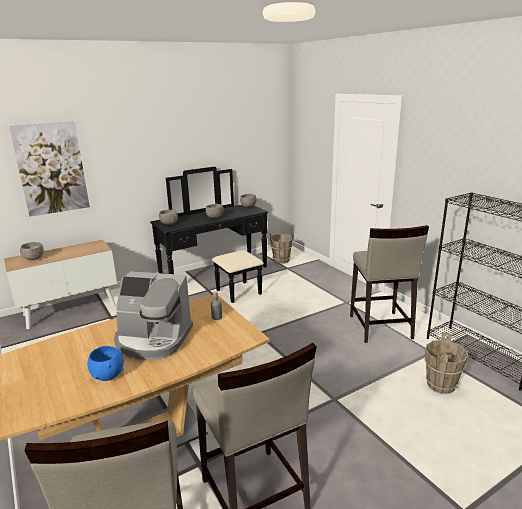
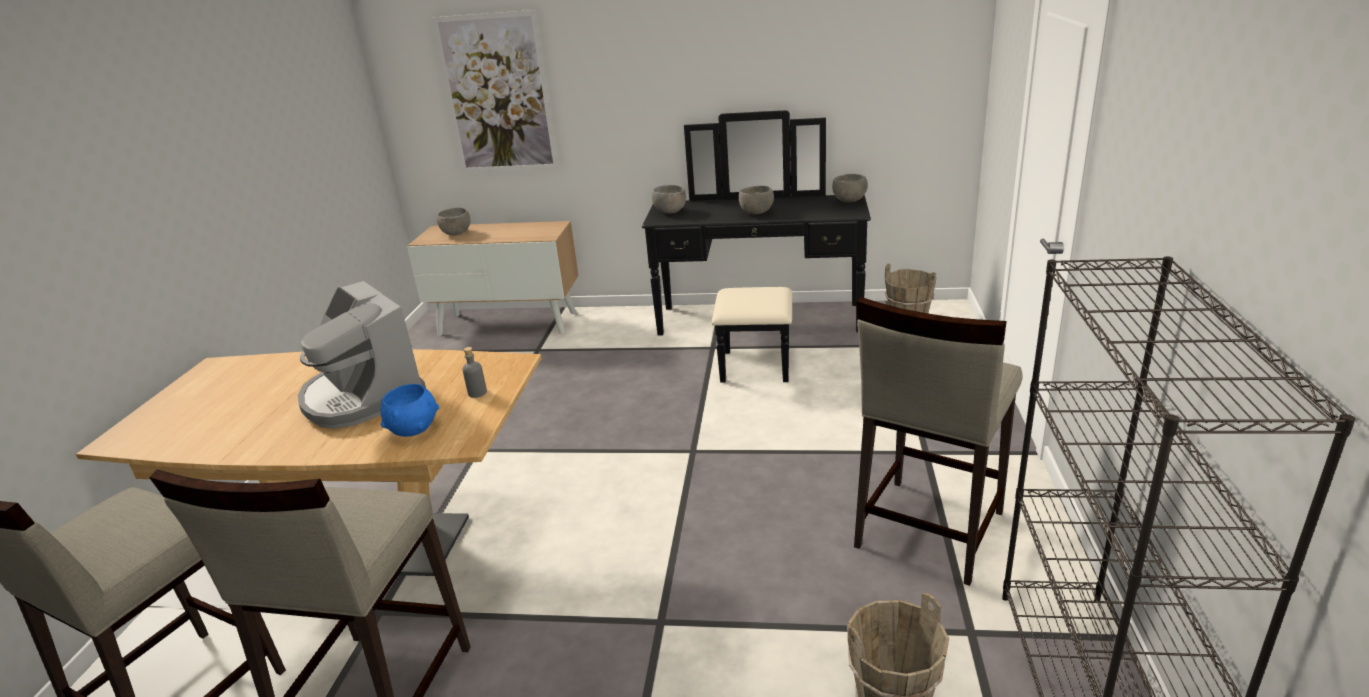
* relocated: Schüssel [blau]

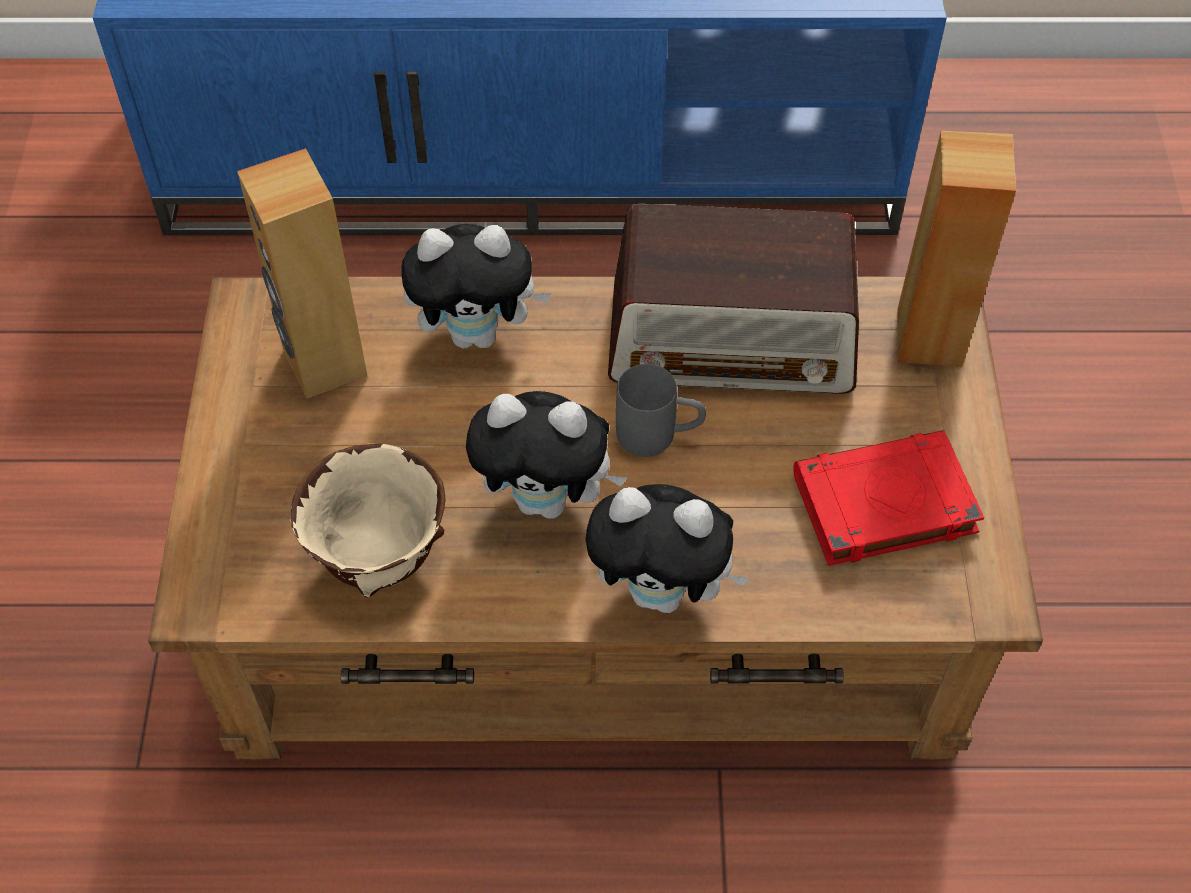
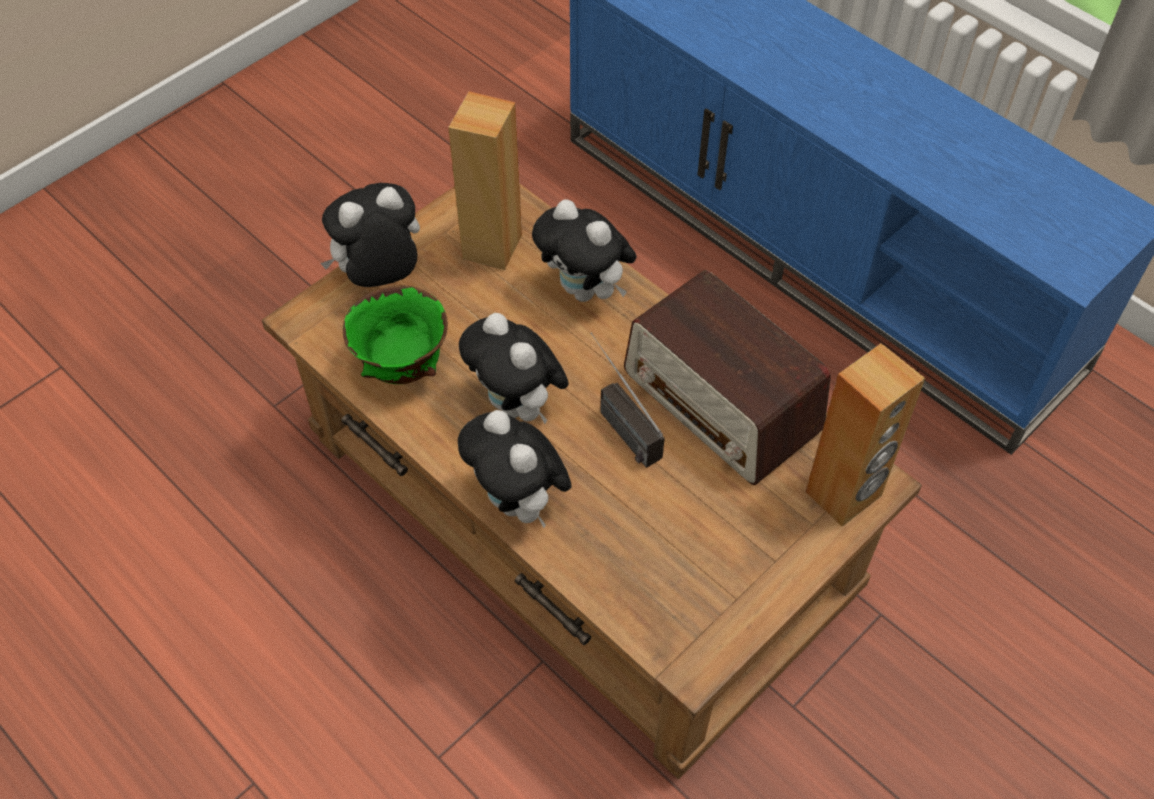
* missing: Buch [rot]
* appeared: Plüschtier (no. 1 from left)
* exchanged: Henkelbecher [grau] to Radio (no. 1 from left)
* colour: Schüssel [beige] to Schüssel [grün]

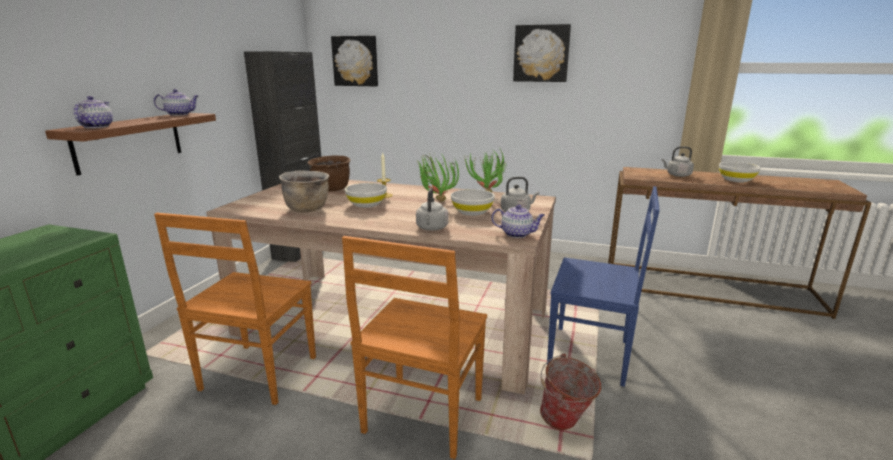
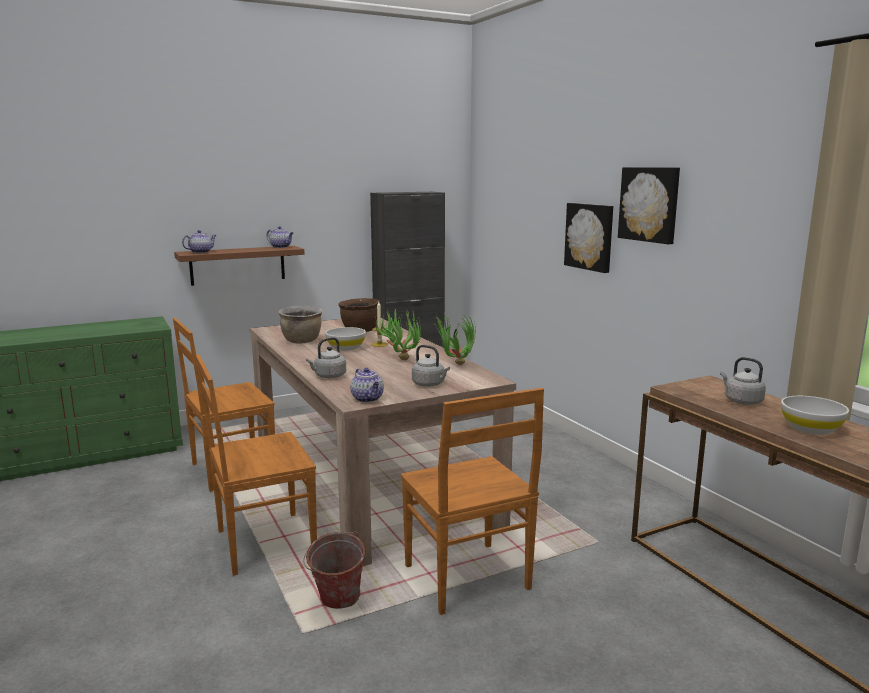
* missing: Schüssel [weiß] (no. 2 from left)
* relocated: Bild (no. 1 from left)
* colour: Stuhl [blau] to Stuhl [braun] (no. 3 from left)

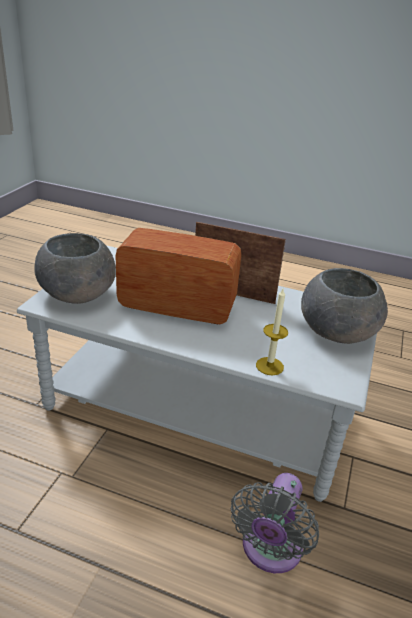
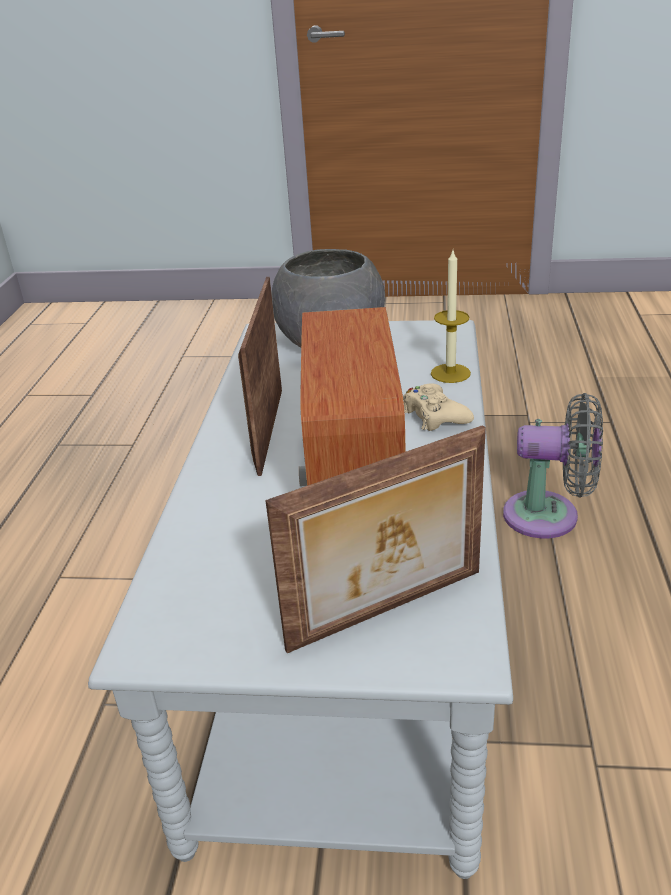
* appeared: Gamepad [beige]
* exchanged: Schüssel [grau] (no. 1 from left) to Bilderrahmen (no. 2 from left)

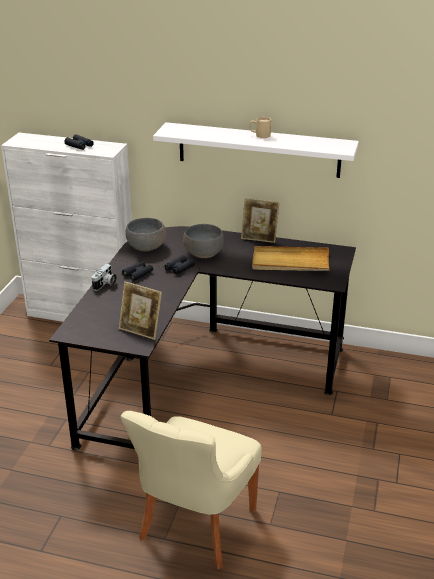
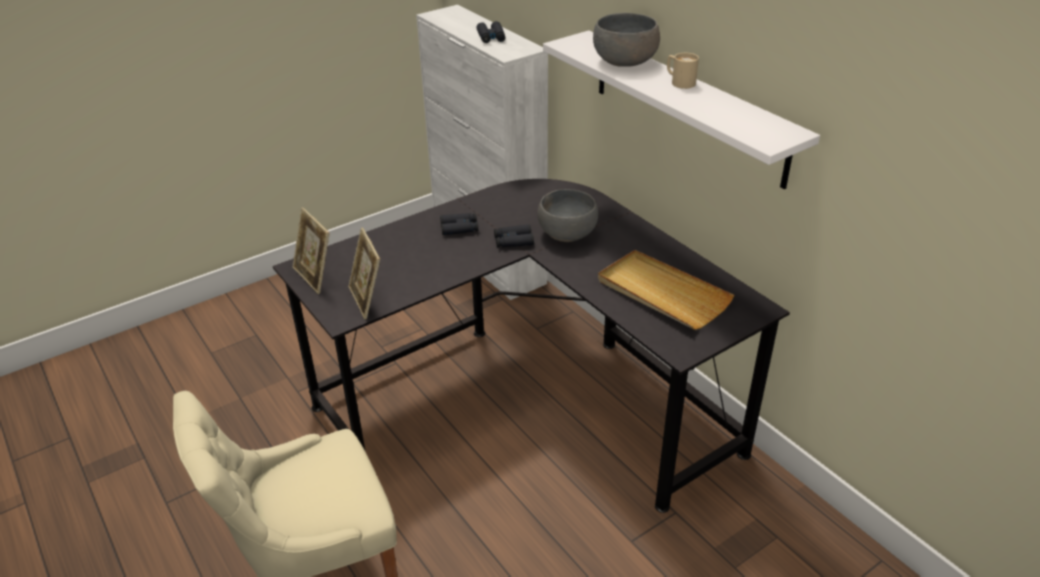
* missing: Kamera
* relocated: Schüssel [grau] (no. 1 from left in the first image) to Schüssel [grau] (no. 2 from left)
* relocated: Bilderrahmen (no. 2 from left in the first image) to Bilderrahmen (no. 1 from left)

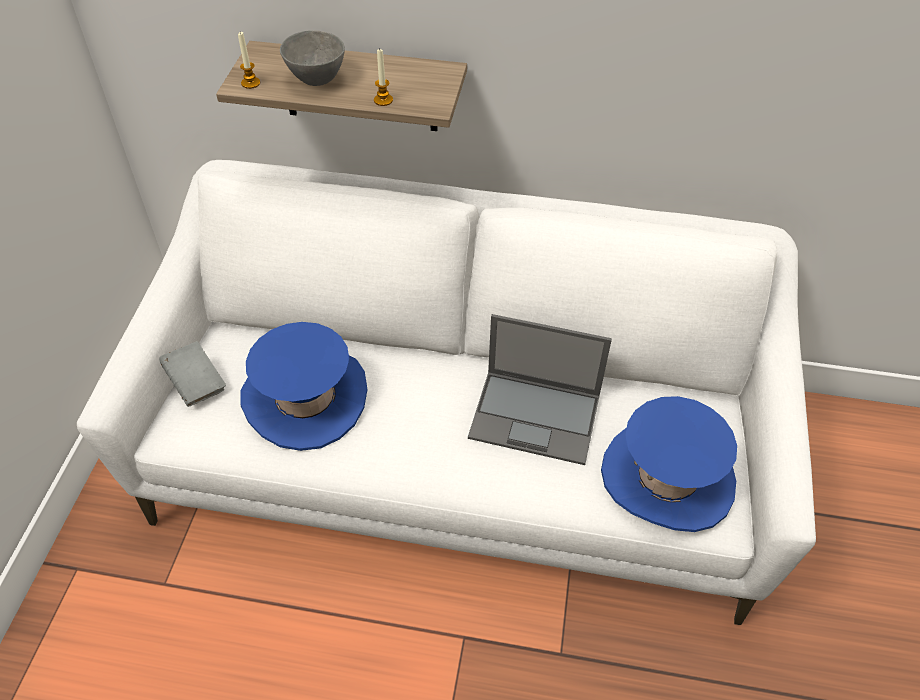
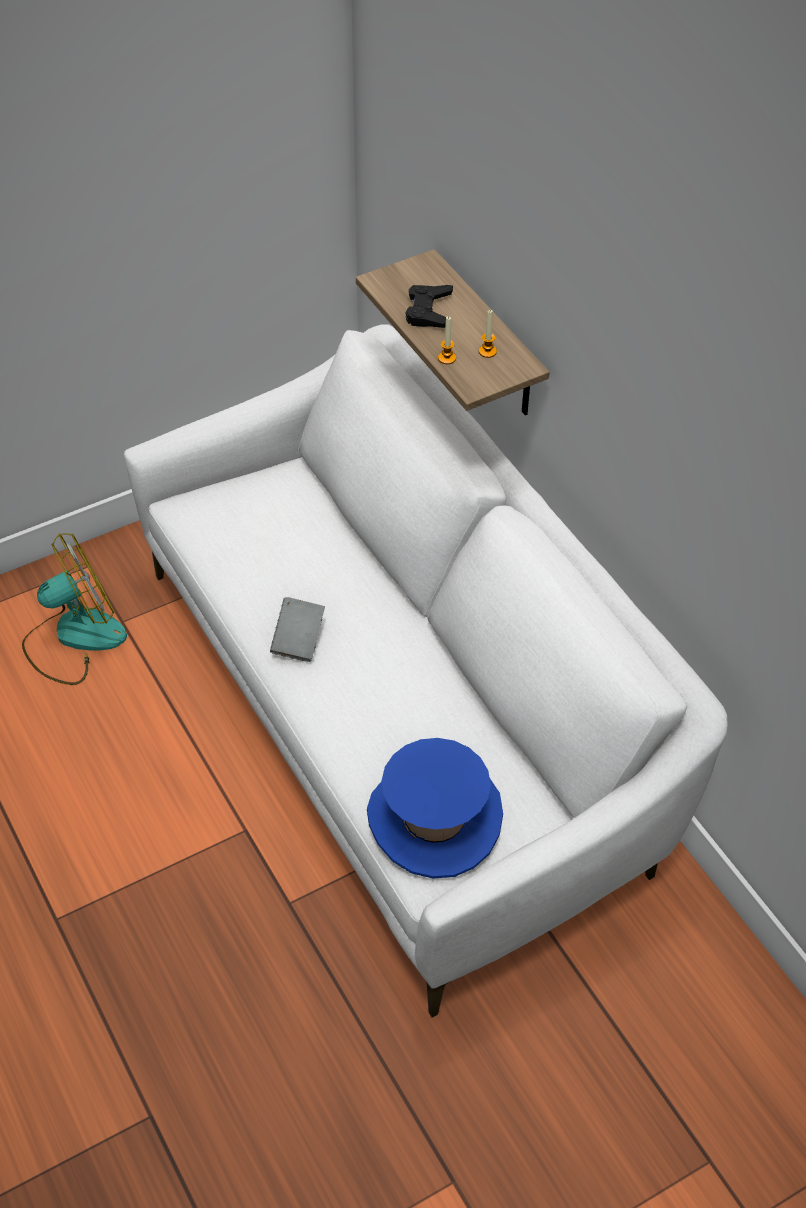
* missing: Hut [blau] (no. 1 from left)
* missing: Laptop
* appeared: Ventilator
* relocated: Buch [grau]
* relocated: Kerze (no. 1 from left in the first image) to Kerze (no. 2 from left)
* exchanged: Schüssel [grau] to Gamepad [schwarz]

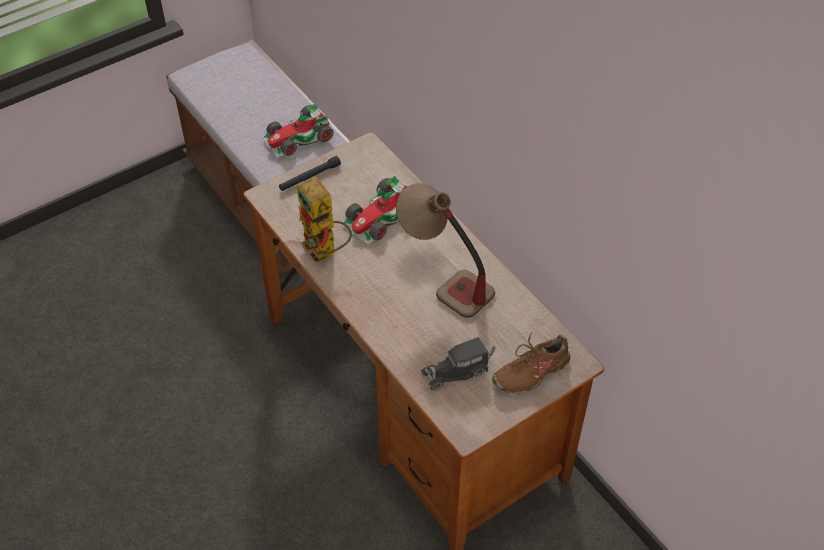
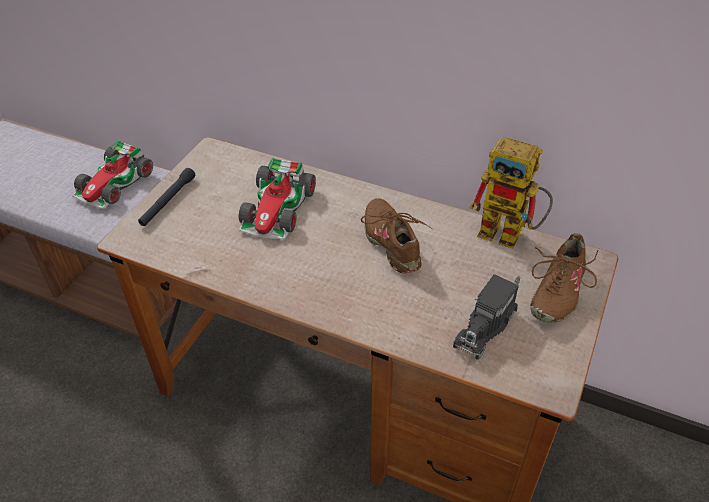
* relocated: Spielzeugroboter
* exchanged: Tischlampe to Schuh [braun] (no. 1 from left)

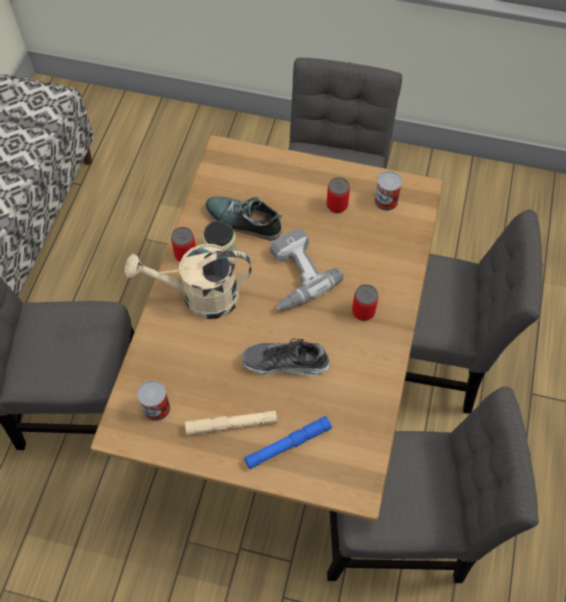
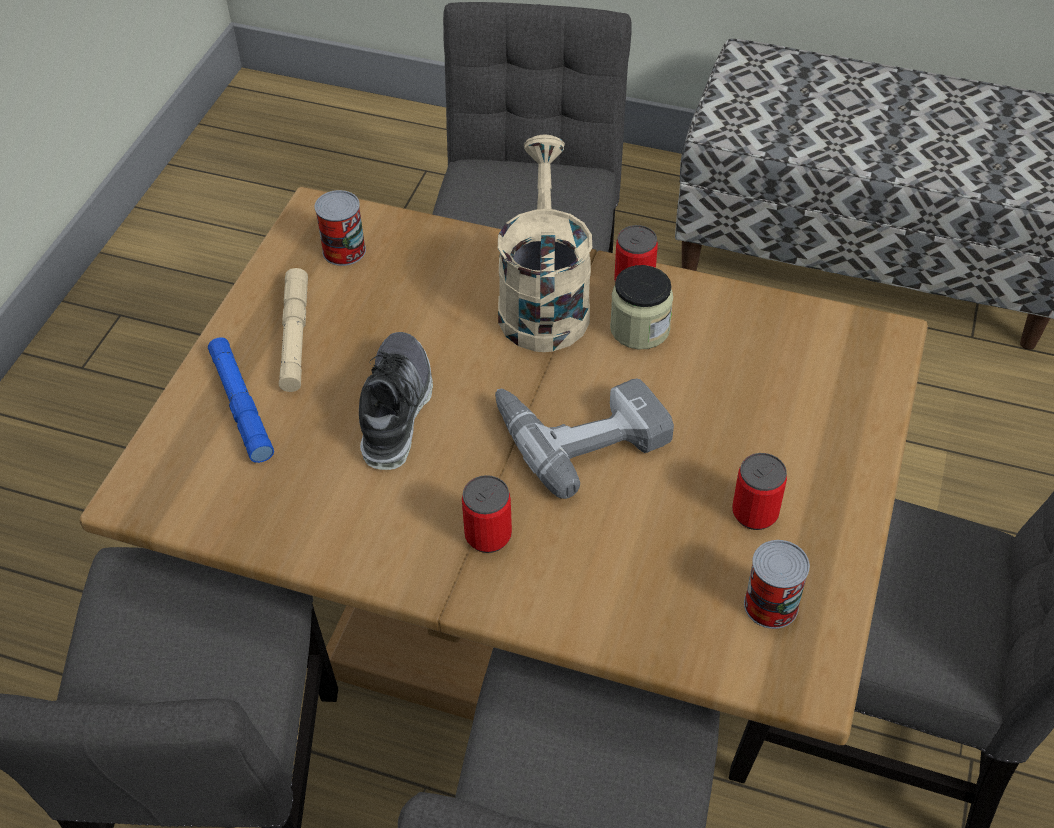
* missing: Schuh (no. 1 from left)

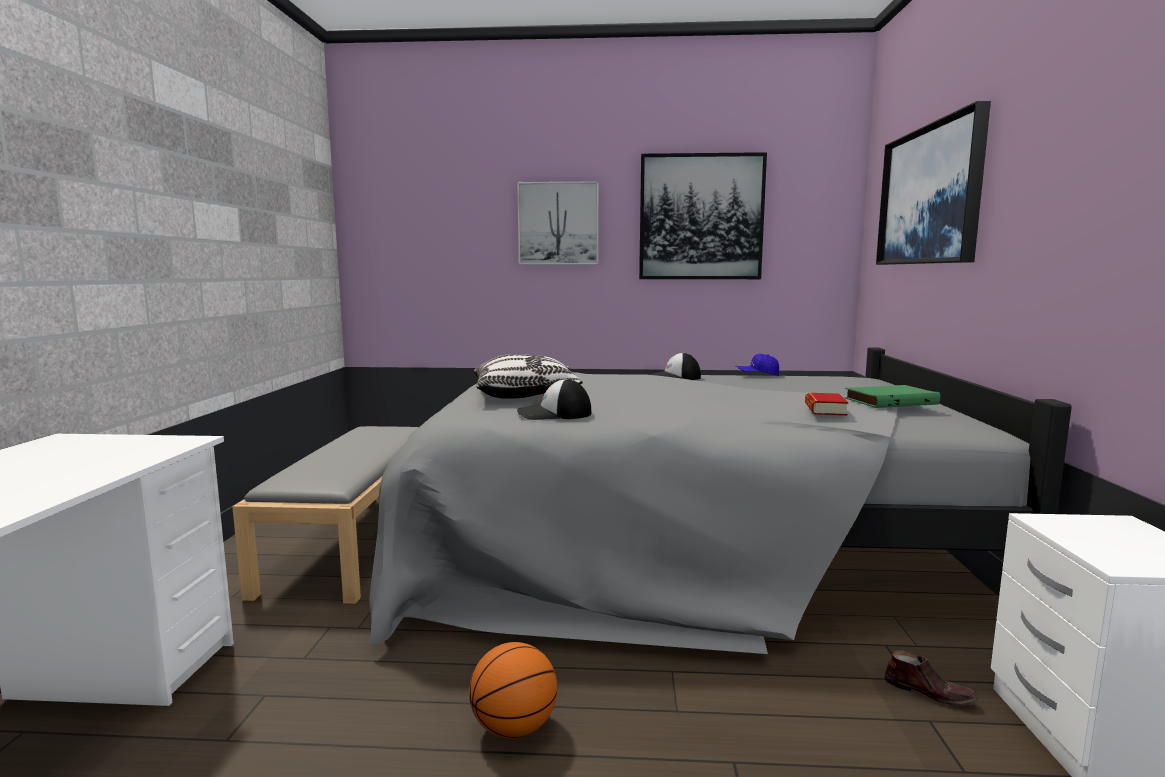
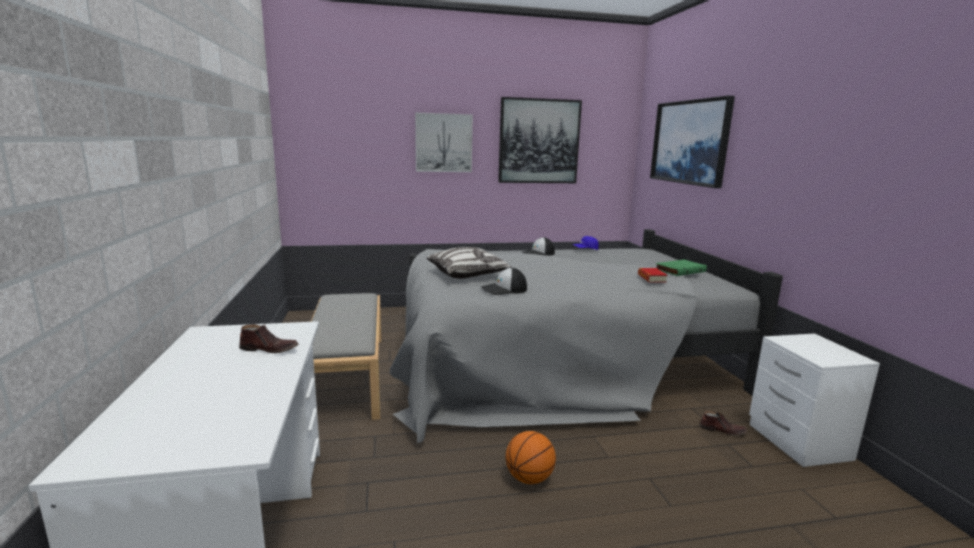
* appeared: Schuh [braun] (no. 1 from left)

